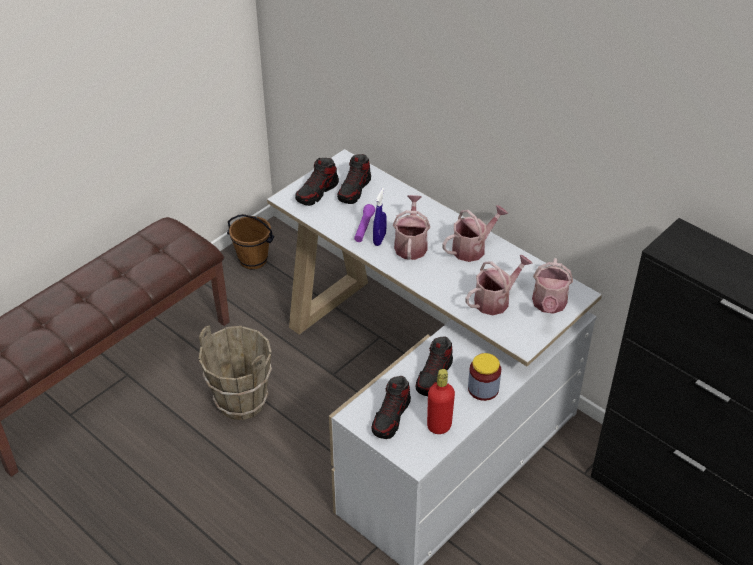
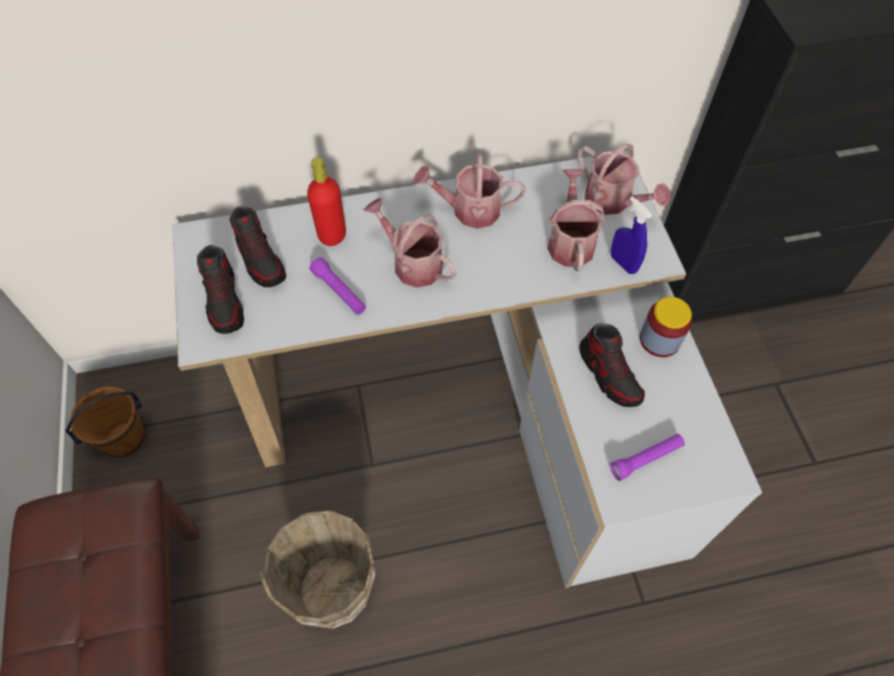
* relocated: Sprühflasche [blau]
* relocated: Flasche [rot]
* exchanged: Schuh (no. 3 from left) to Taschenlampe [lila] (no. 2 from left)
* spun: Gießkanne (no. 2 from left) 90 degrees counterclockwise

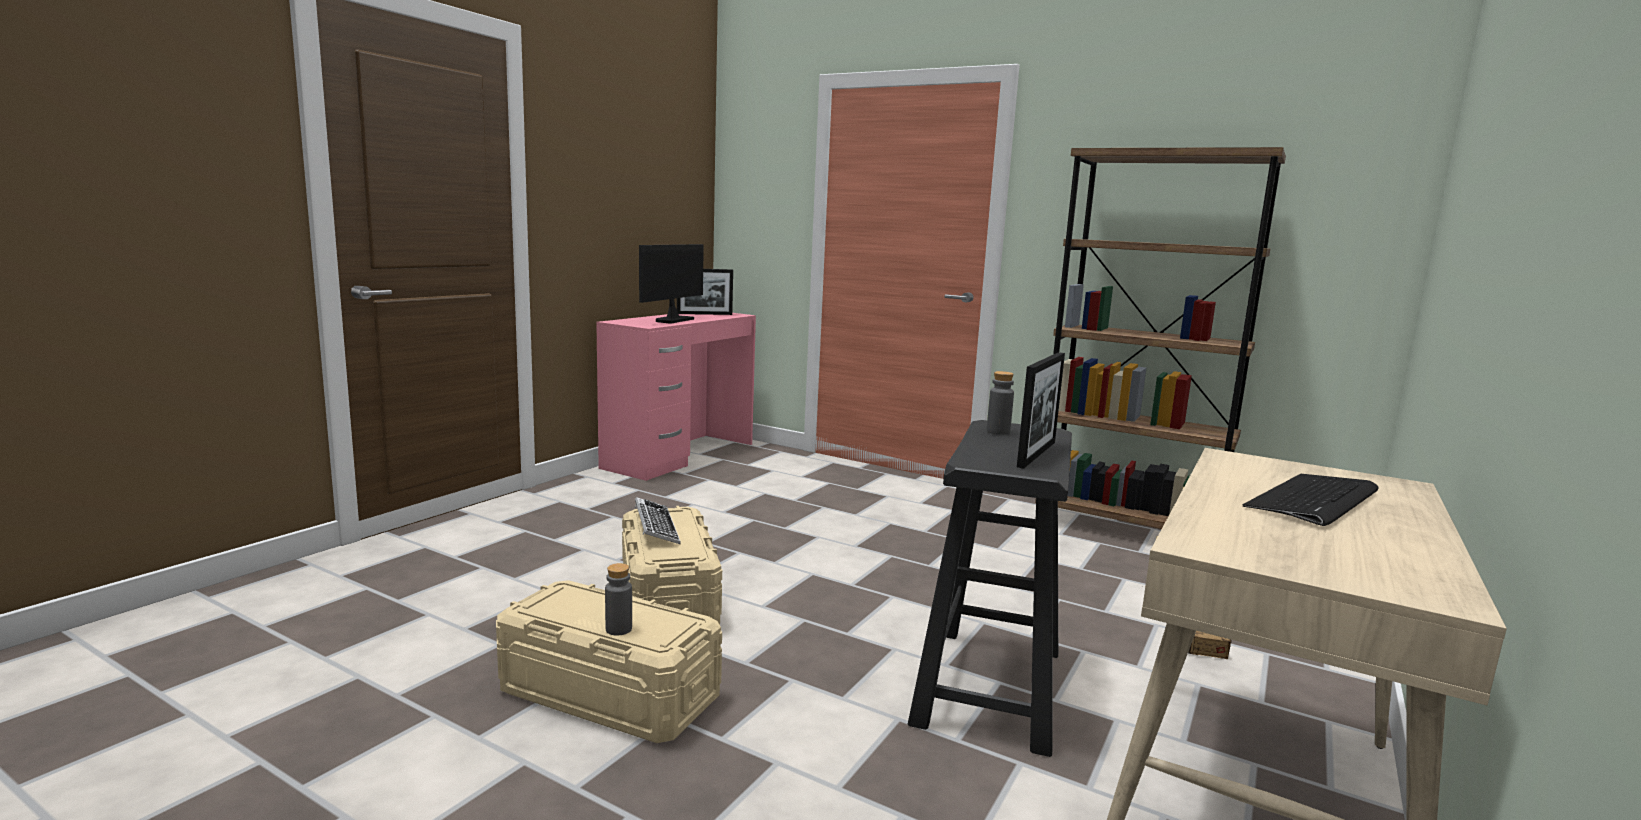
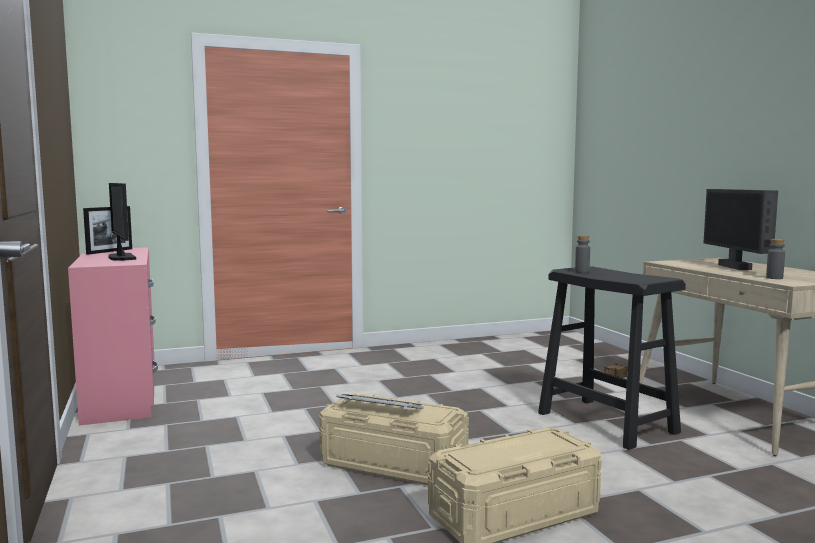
* missing: Bilderrahmen (no. 2 from left)
* missing: Bücherregal [braun]
* relocated: Flasche [grau] (no. 1 from left in the first image) to Flasche [grau] (no. 2 from left)
* exchanged: Tastatur (no. 2 from left) to Monitor (no. 2 from left)

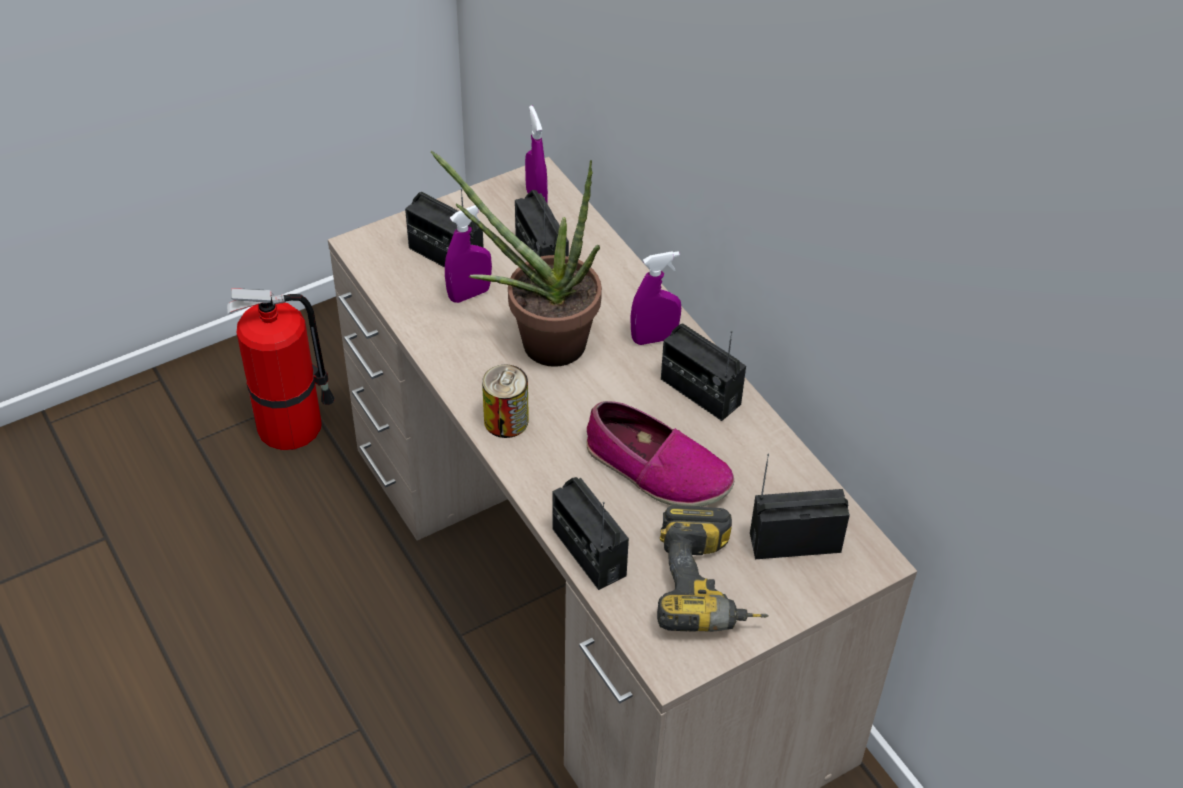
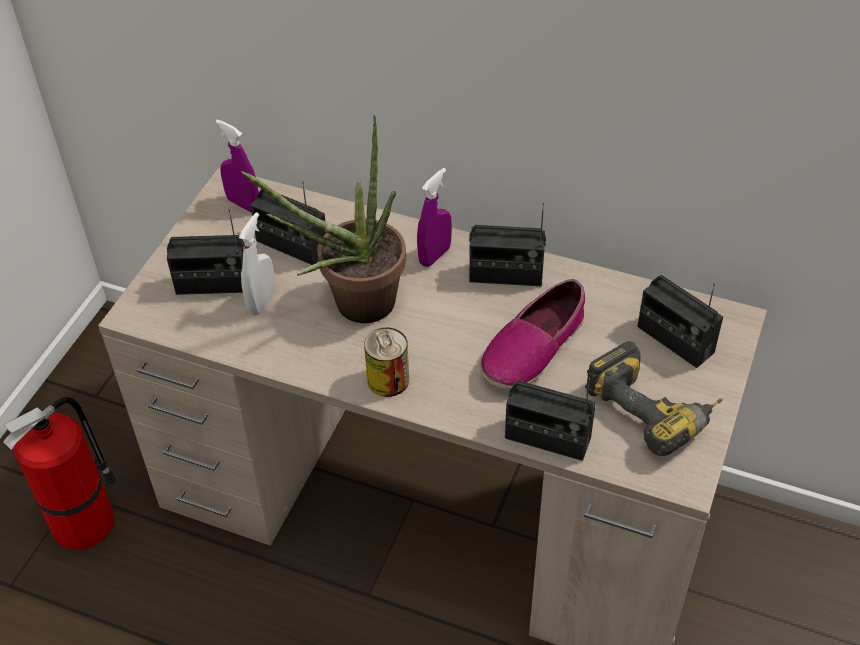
* colour: Sprühflasche [lila] (no. 1 from left) to Sprühflasche [weiß]
* spun: Schuh 135 degrees clockwise
* spun: Radio (no. 5 from left) 90 degrees counterclockwise

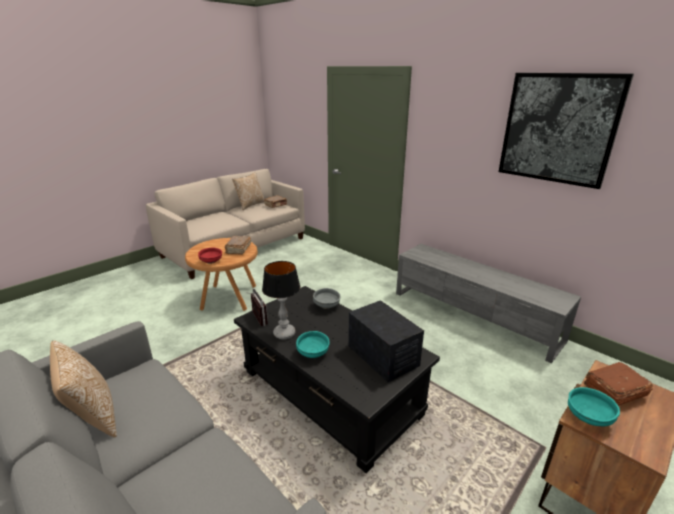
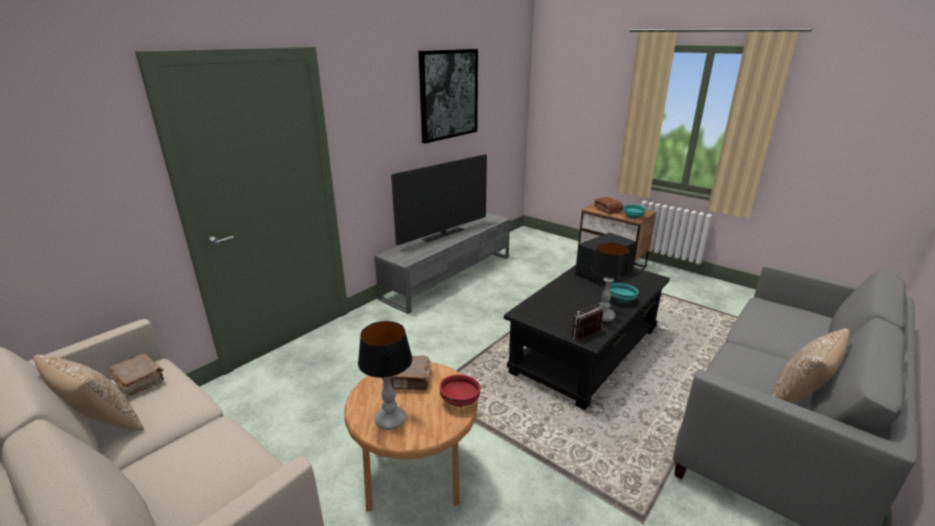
* missing: Schüssel [grau]
* appeared: Tischlampe (no. 1 from left)
* appeared: Fernseher

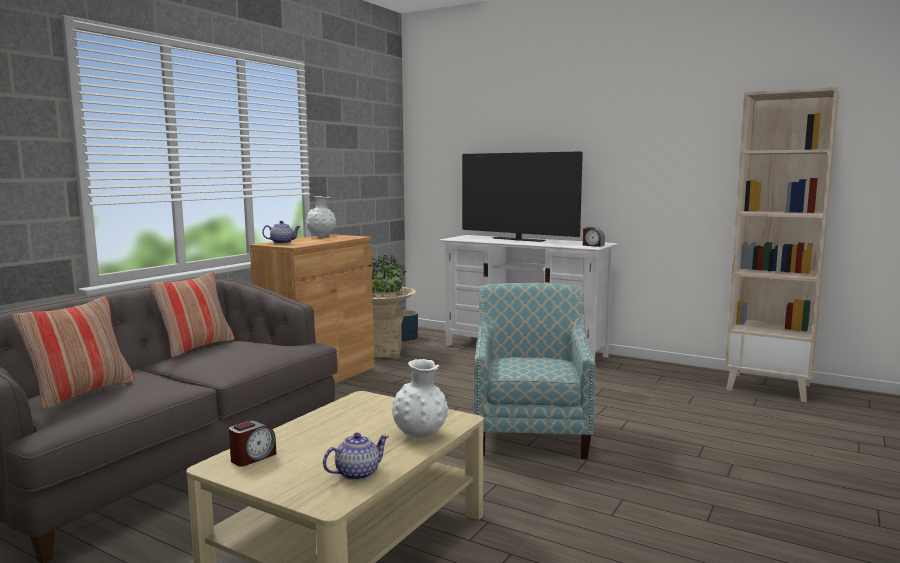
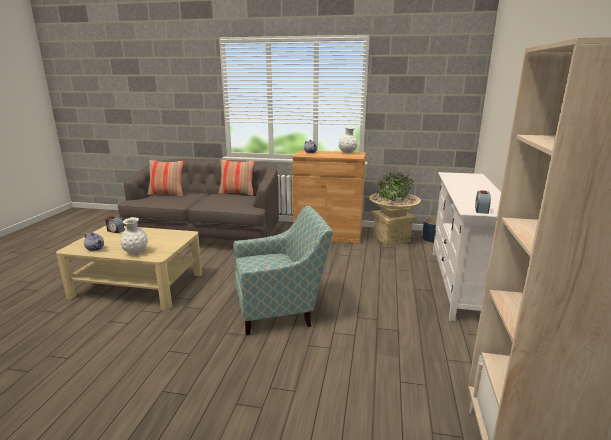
* missing: Fernseher

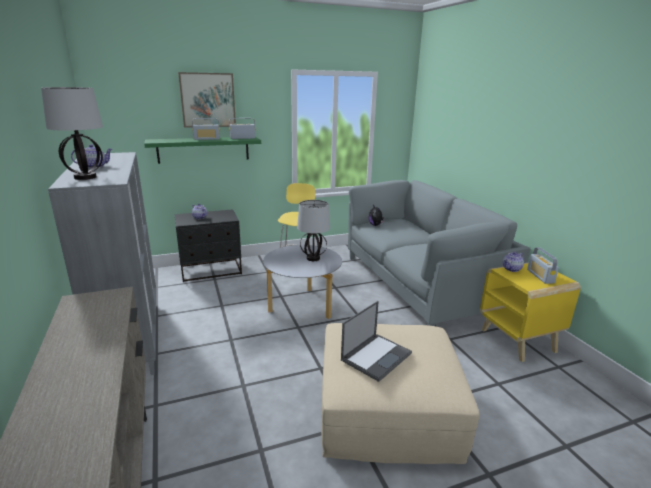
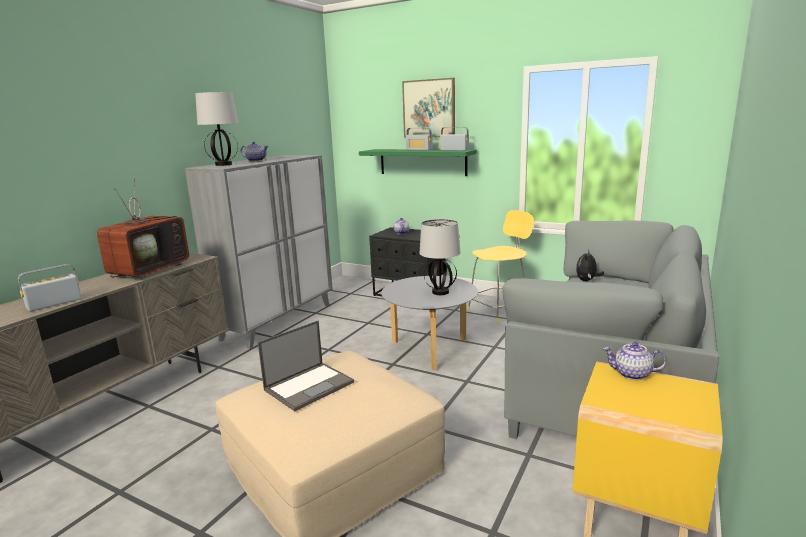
* appeared: Fernseher
* relocated: Radio (no. 3 from left in the first image) to Radio (no. 1 from left)
* spun: Laptop 45 degrees counterclockwise

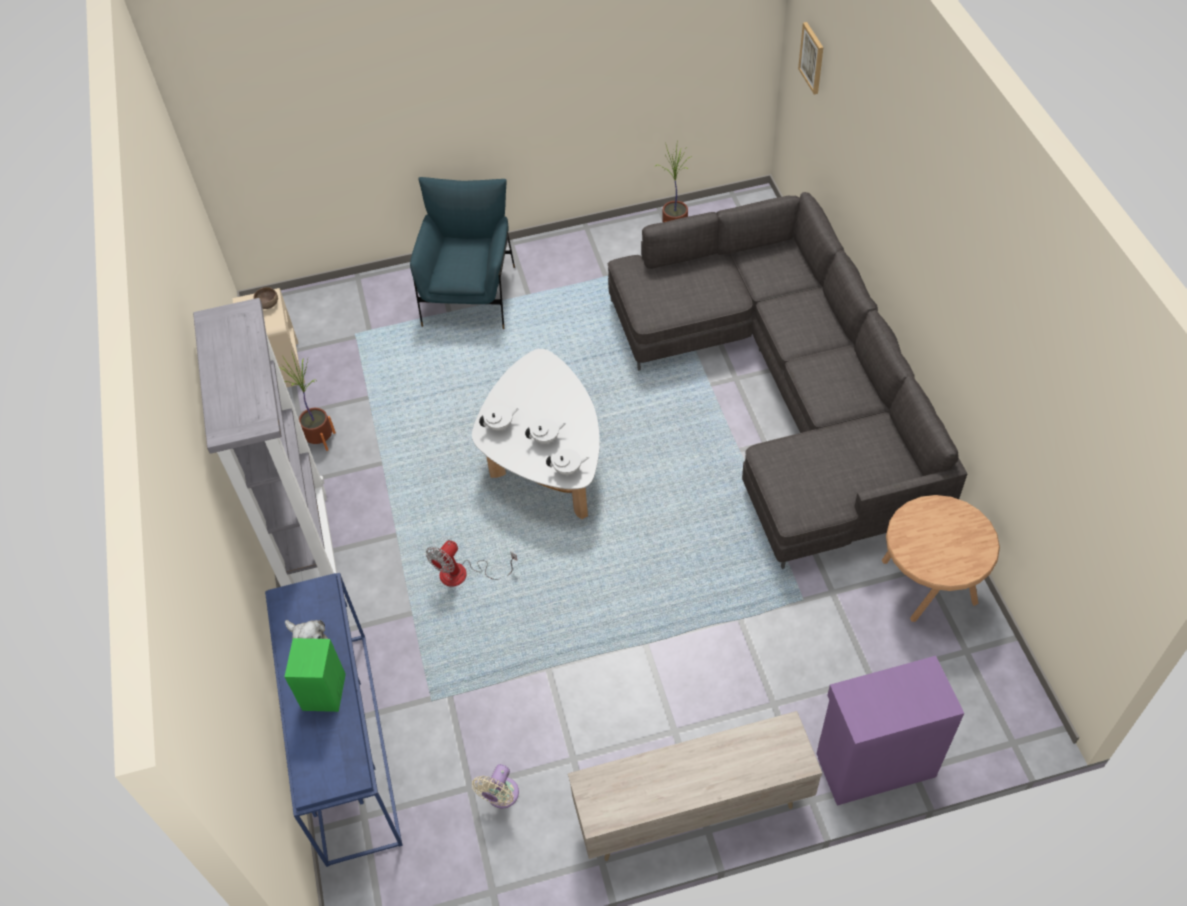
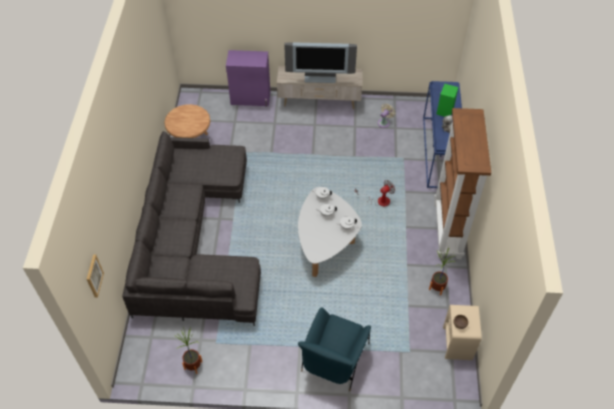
* appeared: Fernseher
* colour: Bücherregal [grau] to Bücherregal [braun]

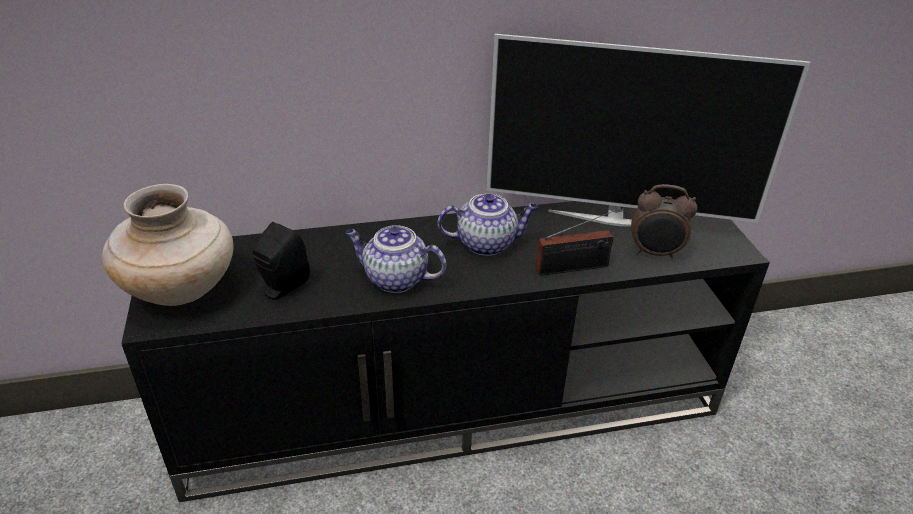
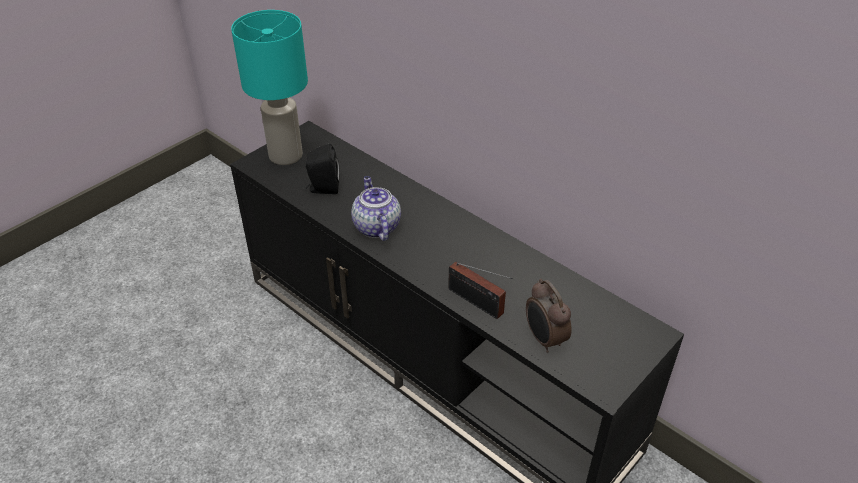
* missing: Teekanne (no. 2 from left)
* missing: Fernseher
* exchanged: Vase [beige] to Tischlampe [türkis]

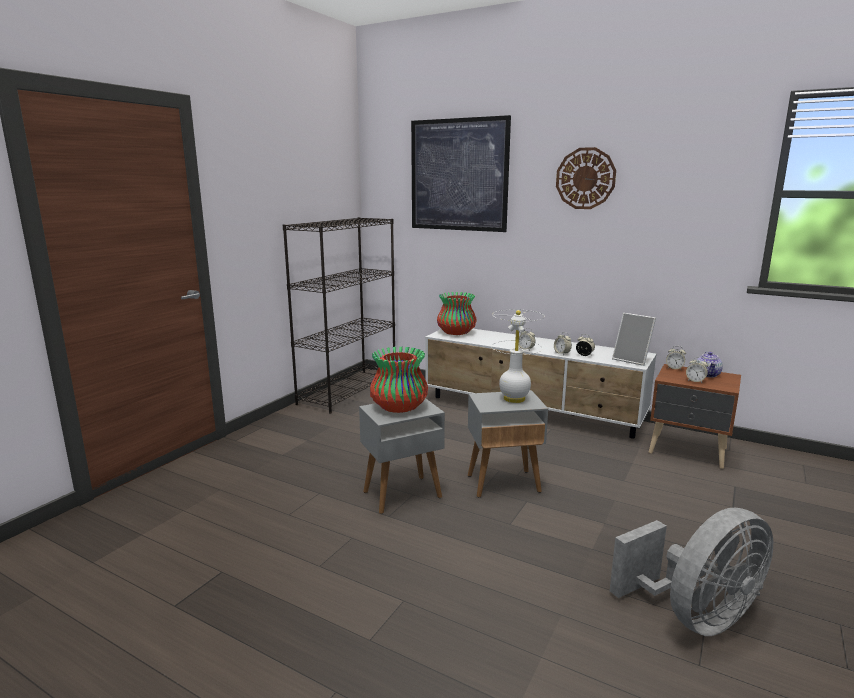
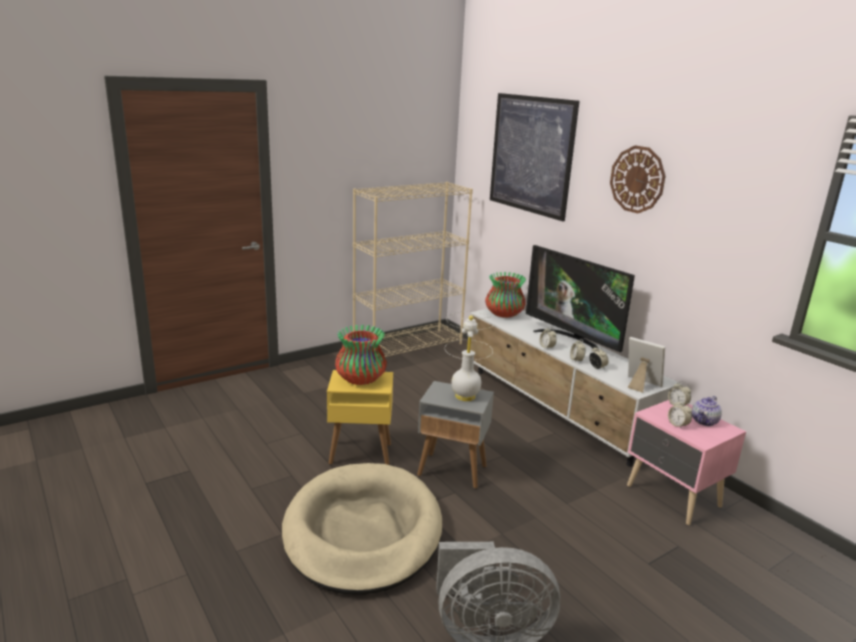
* appeared: Hundebett [beige]
* appeared: Fernseher
* colour: Bücherregal [schwarz] to Bücherregal [beige]
* colour: Beistelltisch [grau] (no. 1 from left) to Beistelltisch [gelb]
* colour: Nachttisch [braun] to Nachttisch [rosa]
* spun: Bilderrahmen 150 degrees clockwise

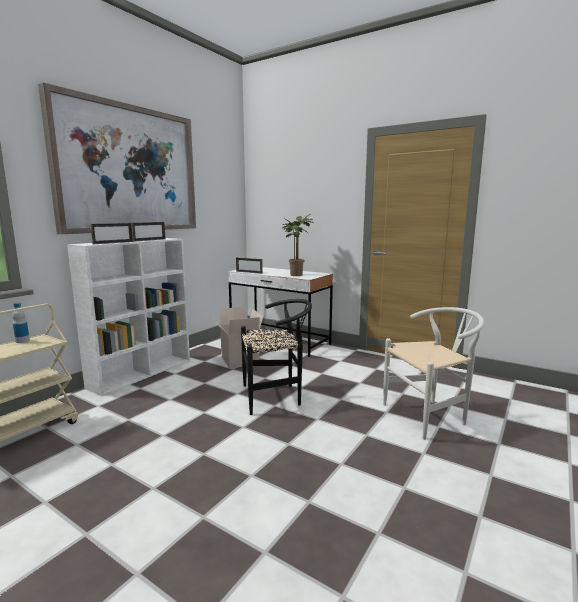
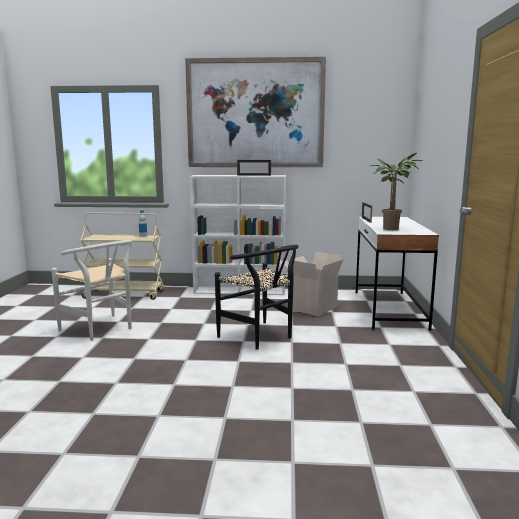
* missing: Bilderrahmen (no. 1 from left)
* relocated: Stuhl [weiß]

